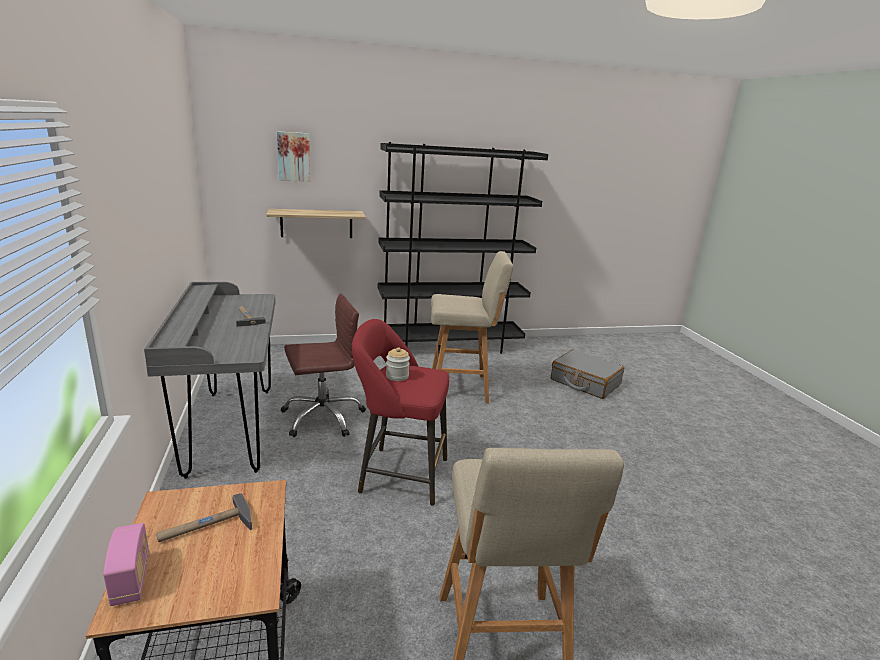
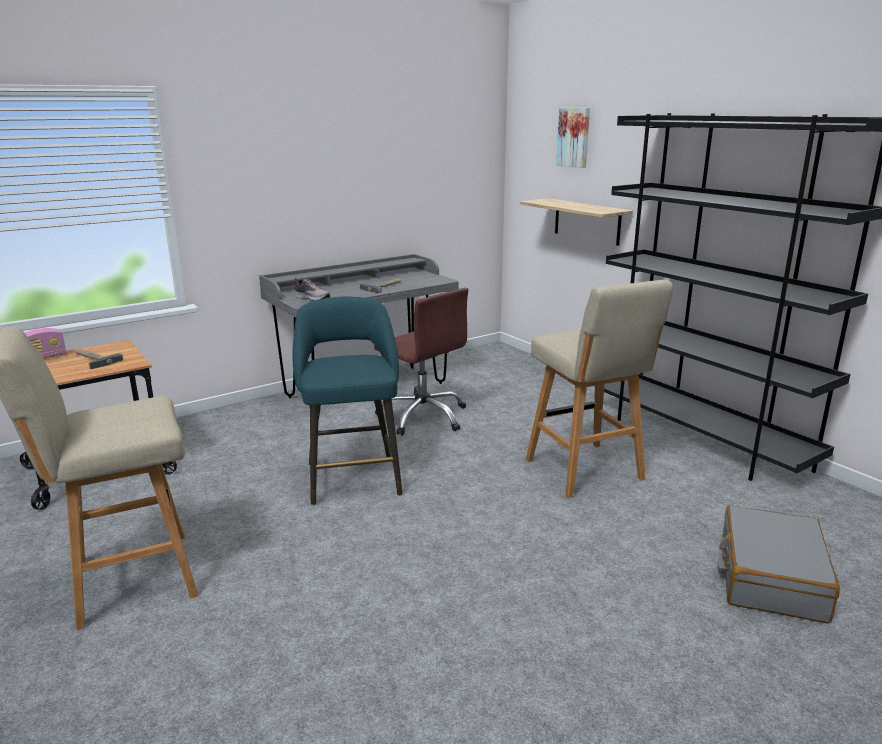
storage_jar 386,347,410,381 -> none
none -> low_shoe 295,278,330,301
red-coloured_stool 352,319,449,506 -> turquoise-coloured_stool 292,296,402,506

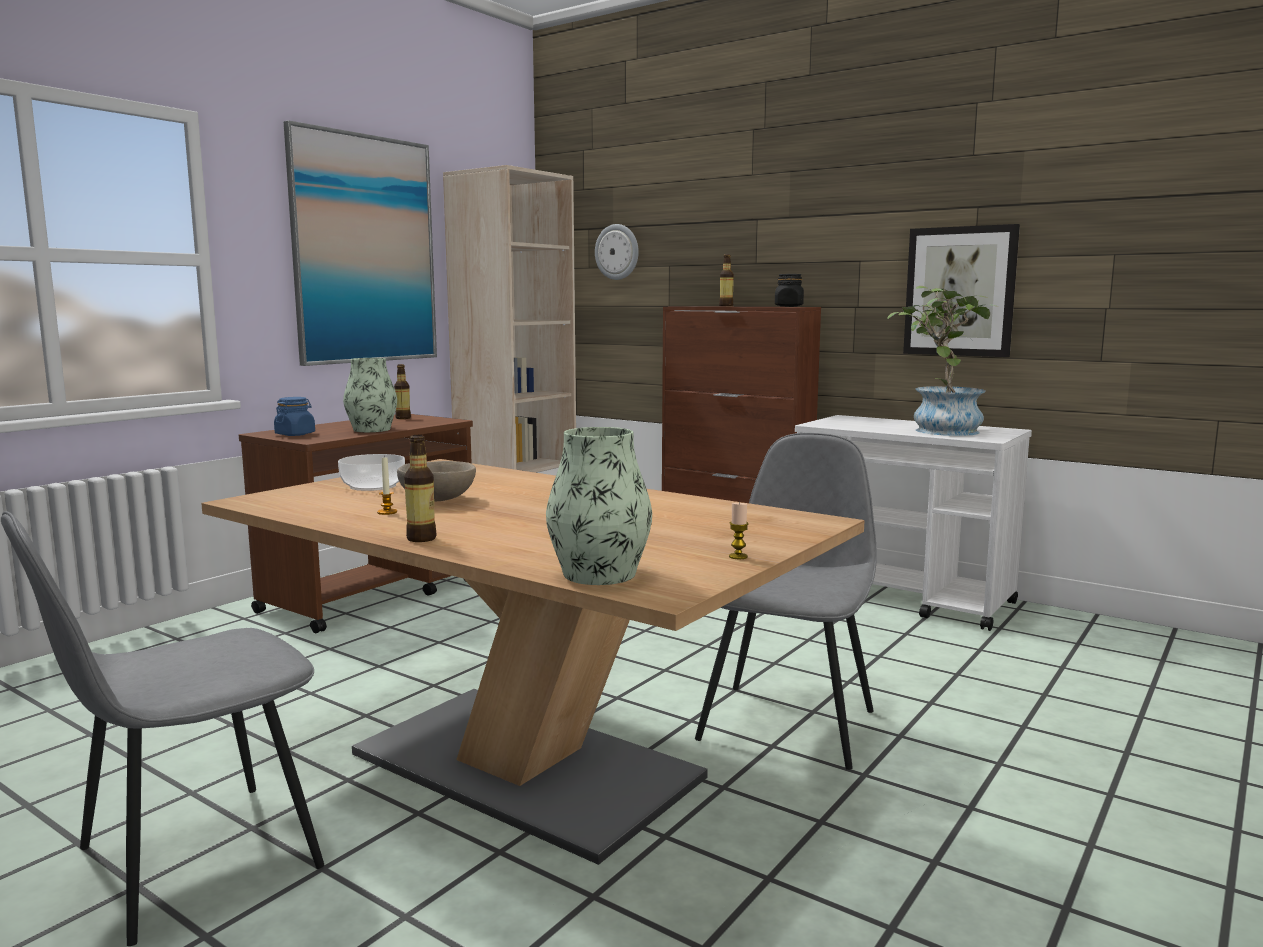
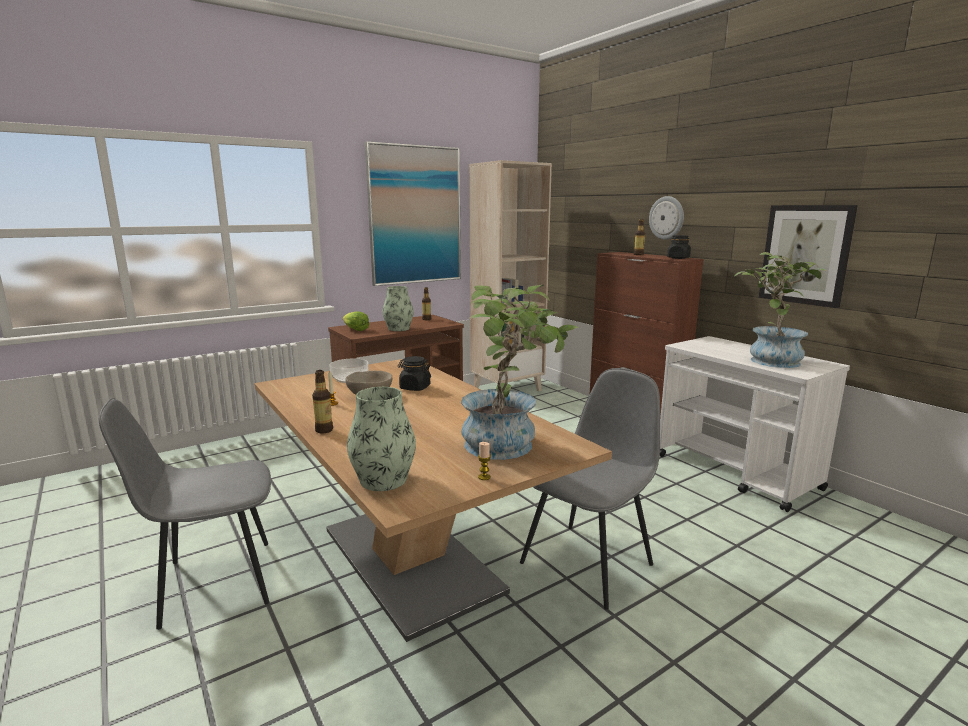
none -> black_storage_jar 398,356,431,391
none -> houseplant 461,285,580,460
wall_clock 595,224,639,280 -> wall_clock 649,196,684,240, moved
blue-coloured_storage_jar 274,397,315,436 -> head_of_lettuce 343,312,369,331

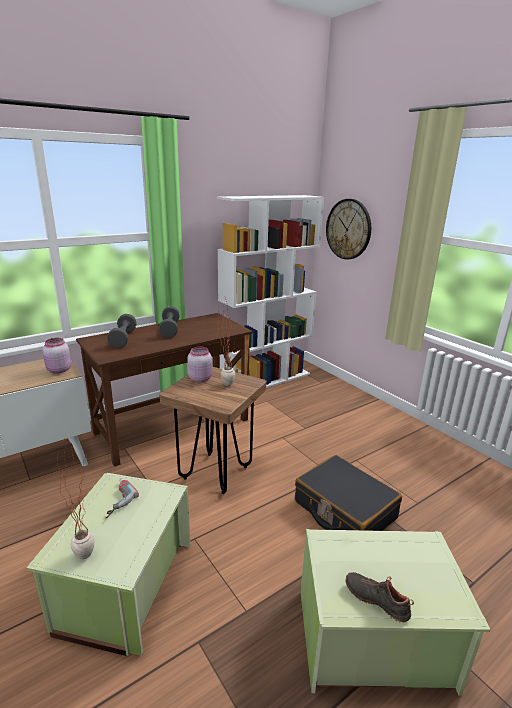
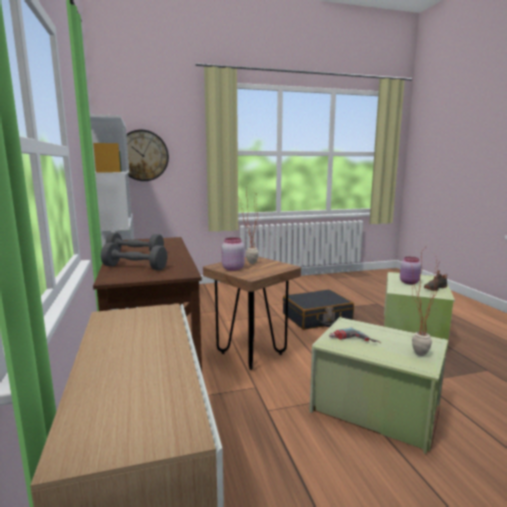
pink_storage_jar 43,338,71,374 -> pink_storage_jar 400,257,421,284, moved

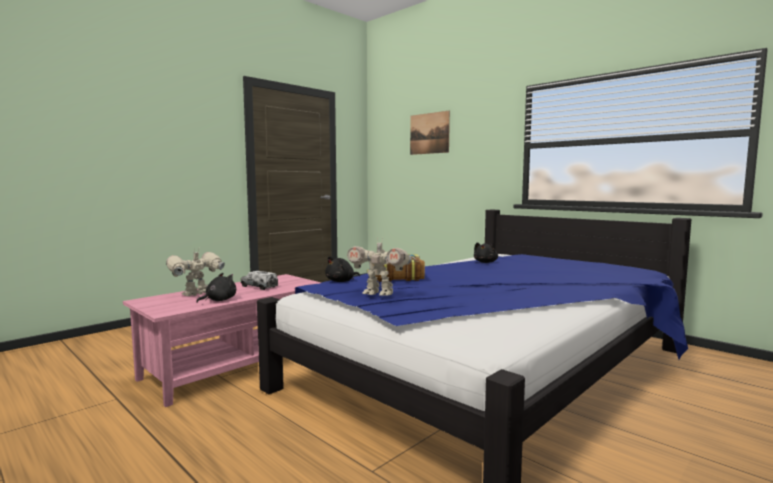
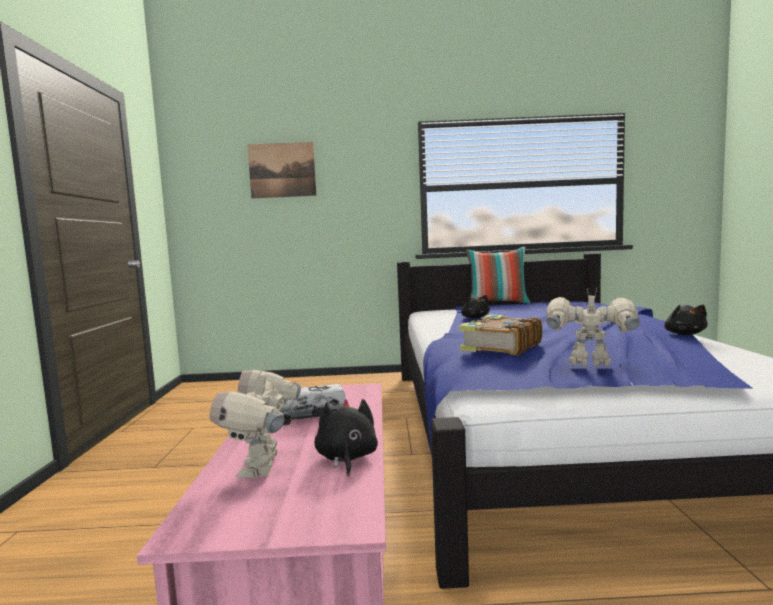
none -> pillow 466,247,530,303
black_plush_toy 325,256,360,282 -> black_plush_toy 664,304,708,335, moved
model_robot 347,239,412,296 -> model_robot 546,288,640,367, 135 degrees counterclockwise

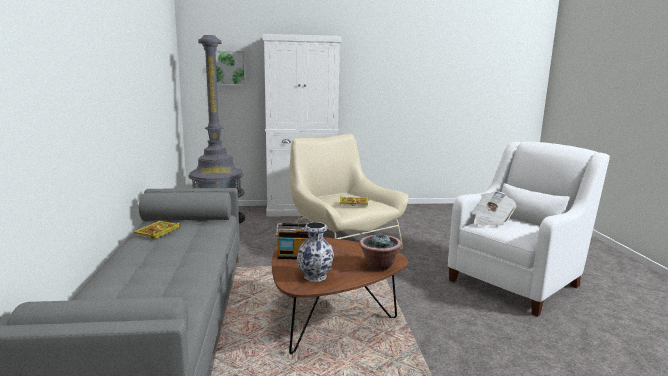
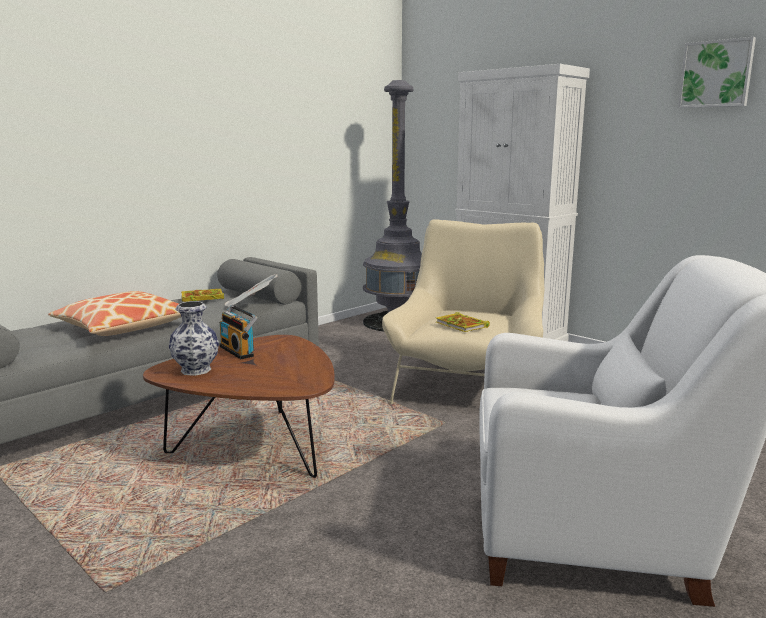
houseplant 359,234,402,271 -> none
none -> pillow 48,291,181,336
wall_picture 215,50,246,86 -> wall_picture 678,37,756,108, moved
daily_paper 471,191,517,226 -> daily_paper 225,274,278,307, moved

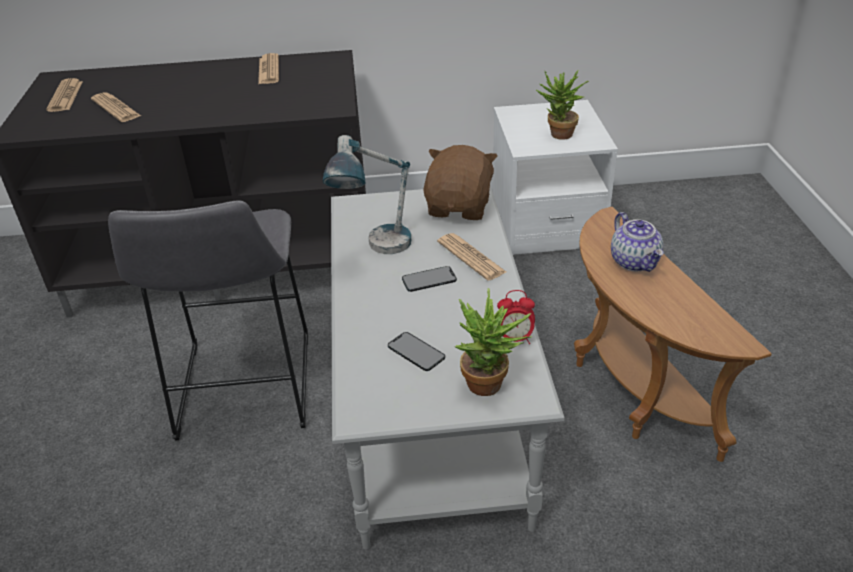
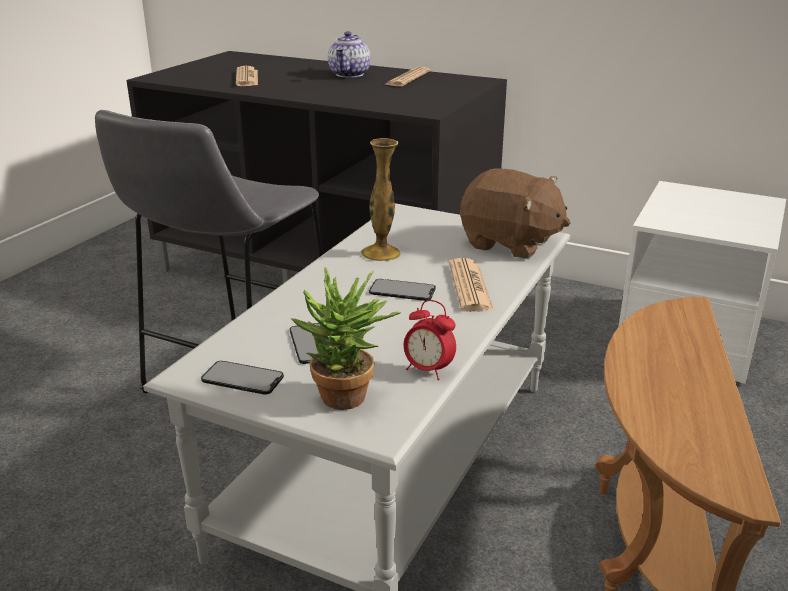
daily_paper 46,78,83,112 -> none
houseplant 536,71,589,140 -> none
none -> telephone 201,361,284,395
teapot 611,212,664,272 -> teapot 328,31,370,77, moved
lamp_for_a_table 323,135,411,254 -> vase 361,138,401,261
brownish_plush_toy 423,145,497,220 -> brownish_plush_toy 460,169,570,259, 75 degrees clockwise

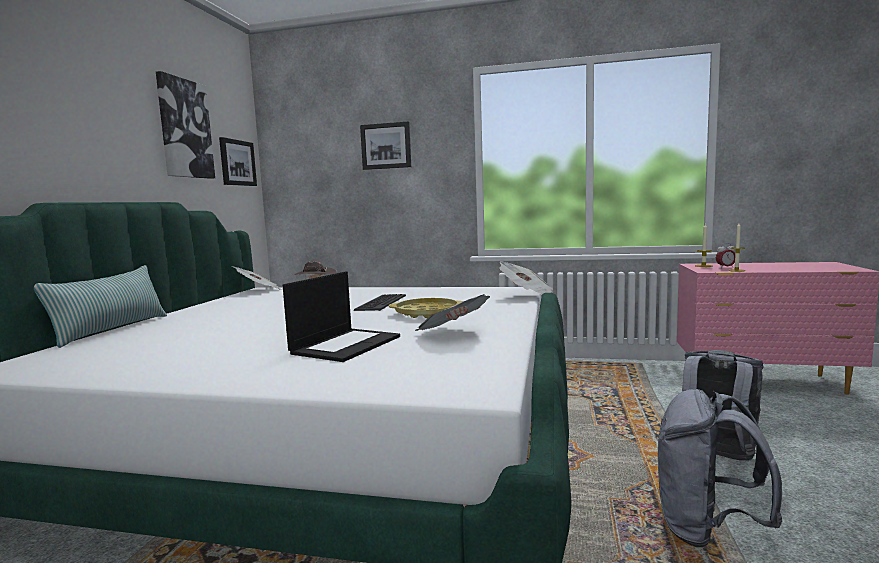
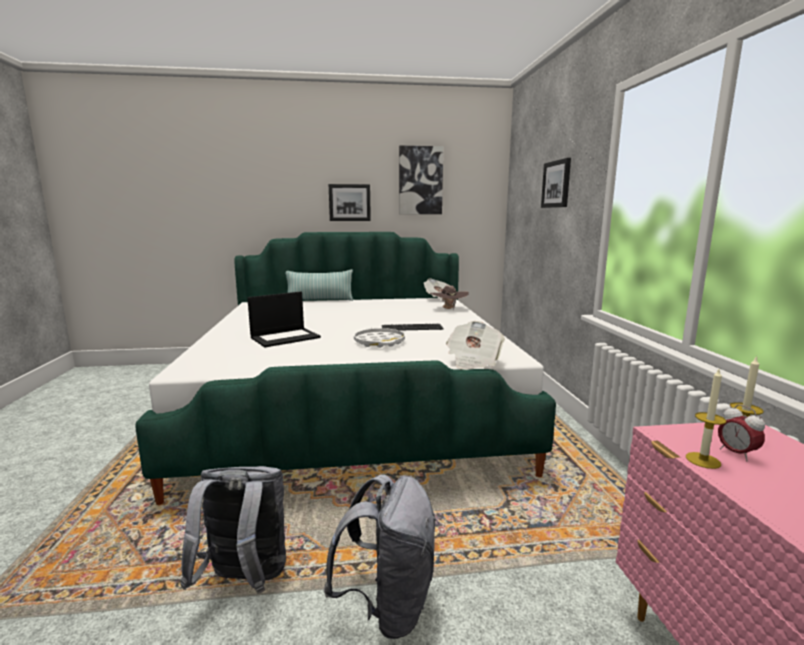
daily_paper 415,294,490,331 -> none
wall_picture 219,137,257,186 -> wall_picture 329,184,371,221, moved
yellow_tray 389,298,463,318 -> whitish_tray 354,327,405,348
notebook_computer 283,271,400,362 -> notebook_computer 247,292,321,347, 45 degrees counterclockwise

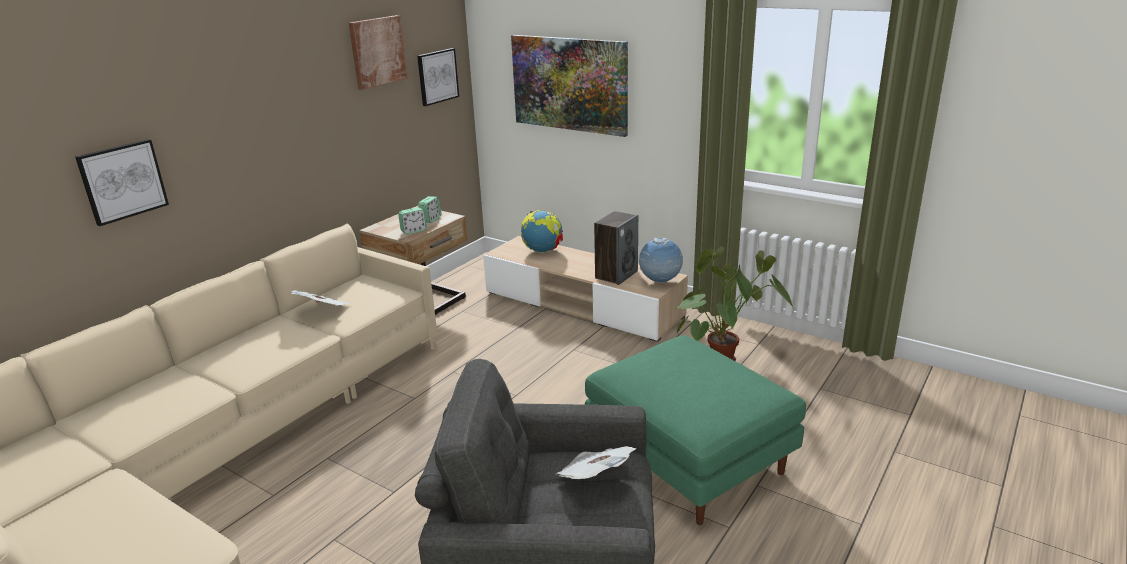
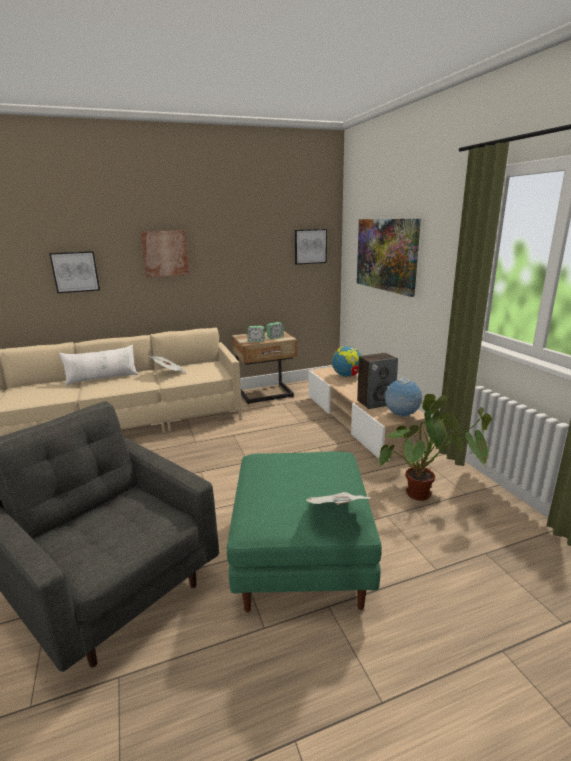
none -> whitish_pillow 59,345,138,386
wall_picture 349,15,408,90 -> wall_picture 140,230,190,277, moved
daily_paper 556,446,636,479 -> daily_paper 306,492,371,505, moved

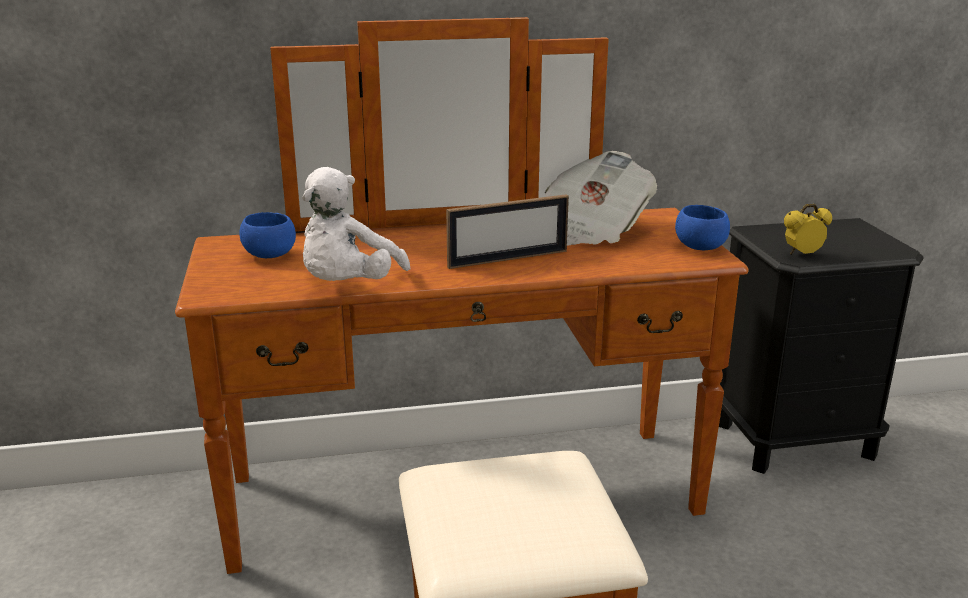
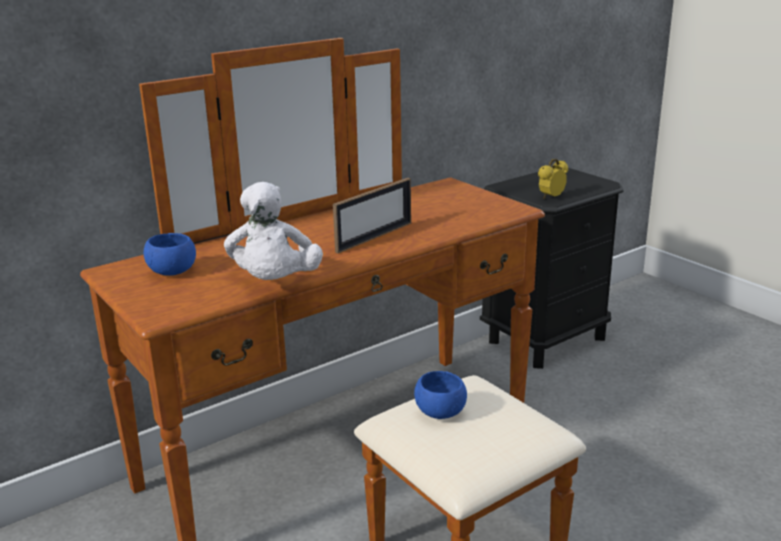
daily_paper 545,151,657,245 -> none
blue-coloured_deep_dish 675,205,730,250 -> blue-coloured_deep_dish 414,371,467,419, moved

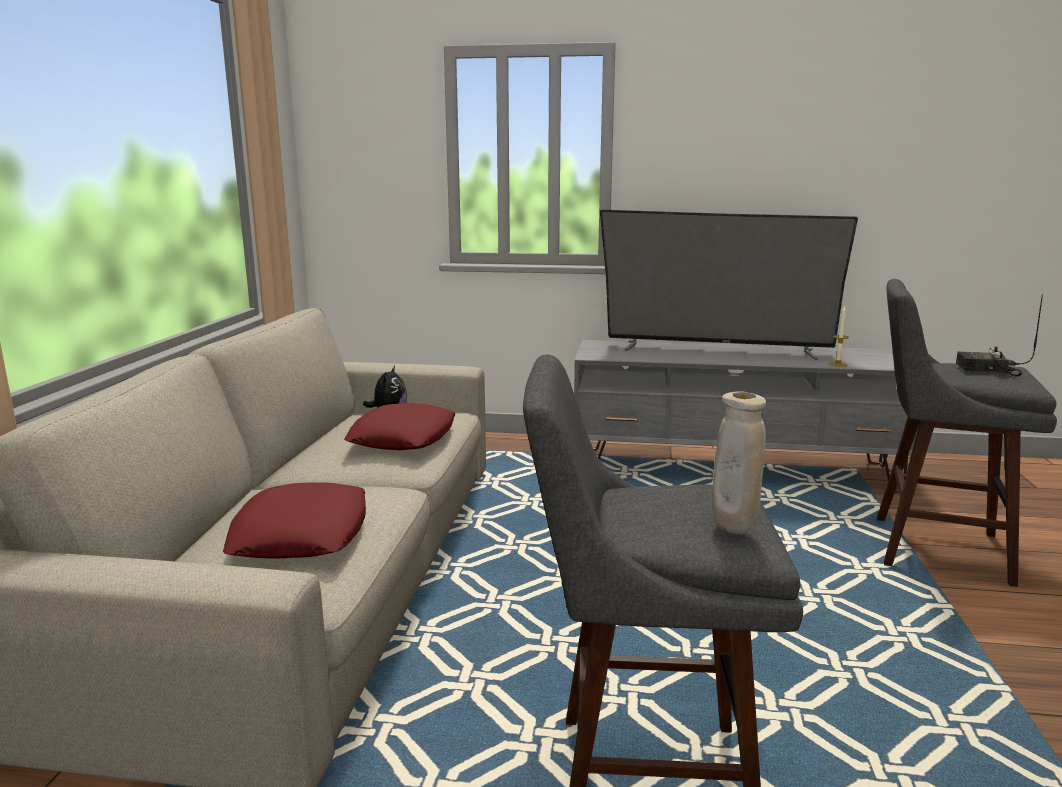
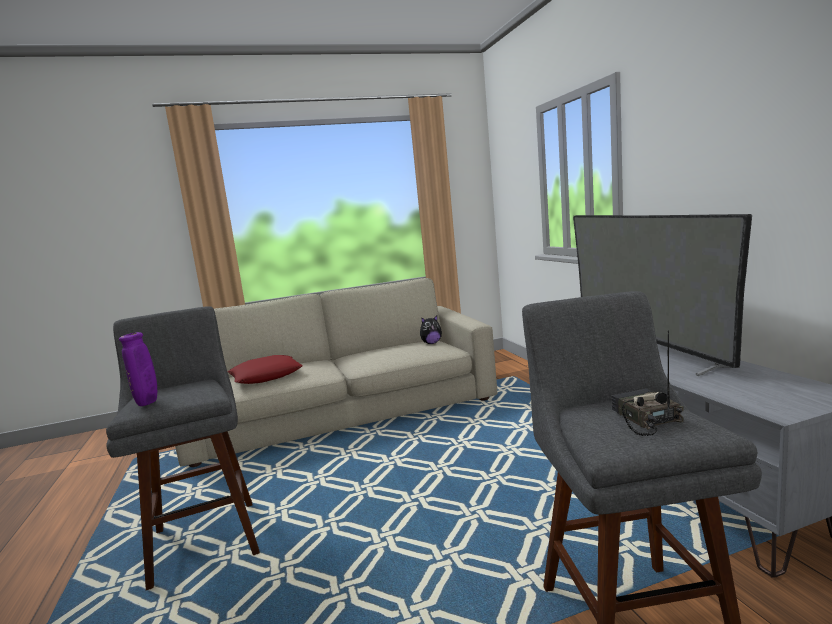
red-coloured_pillow 344,403,455,450 -> none
wax_light 828,306,850,367 -> none
beige_vase 712,391,766,534 -> purplish_vase 119,332,157,406

